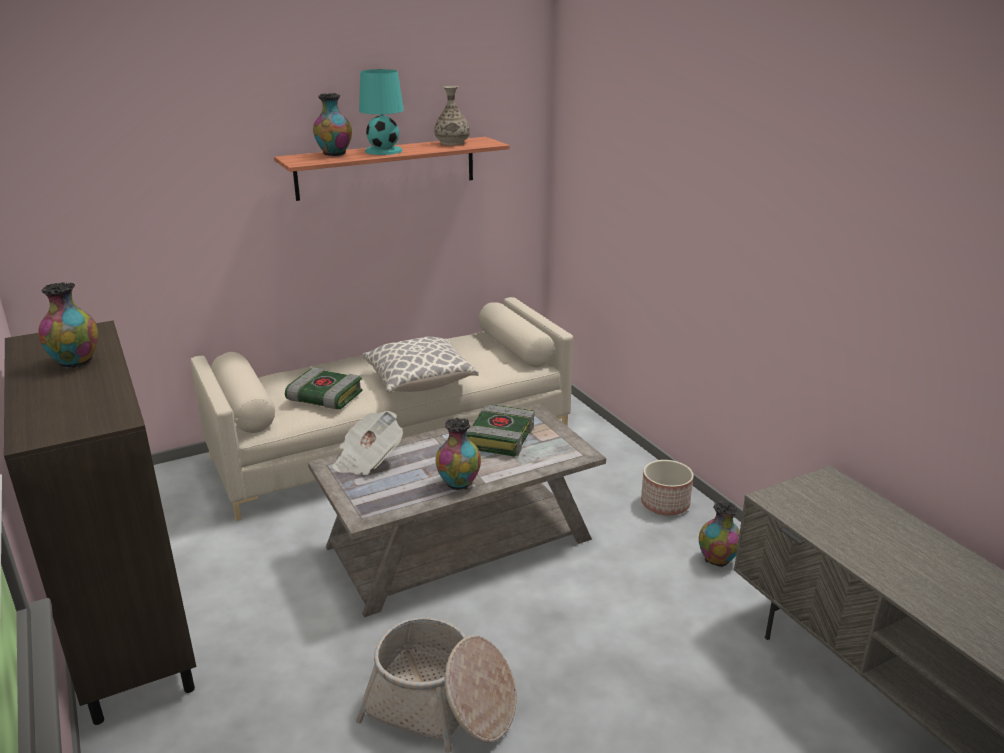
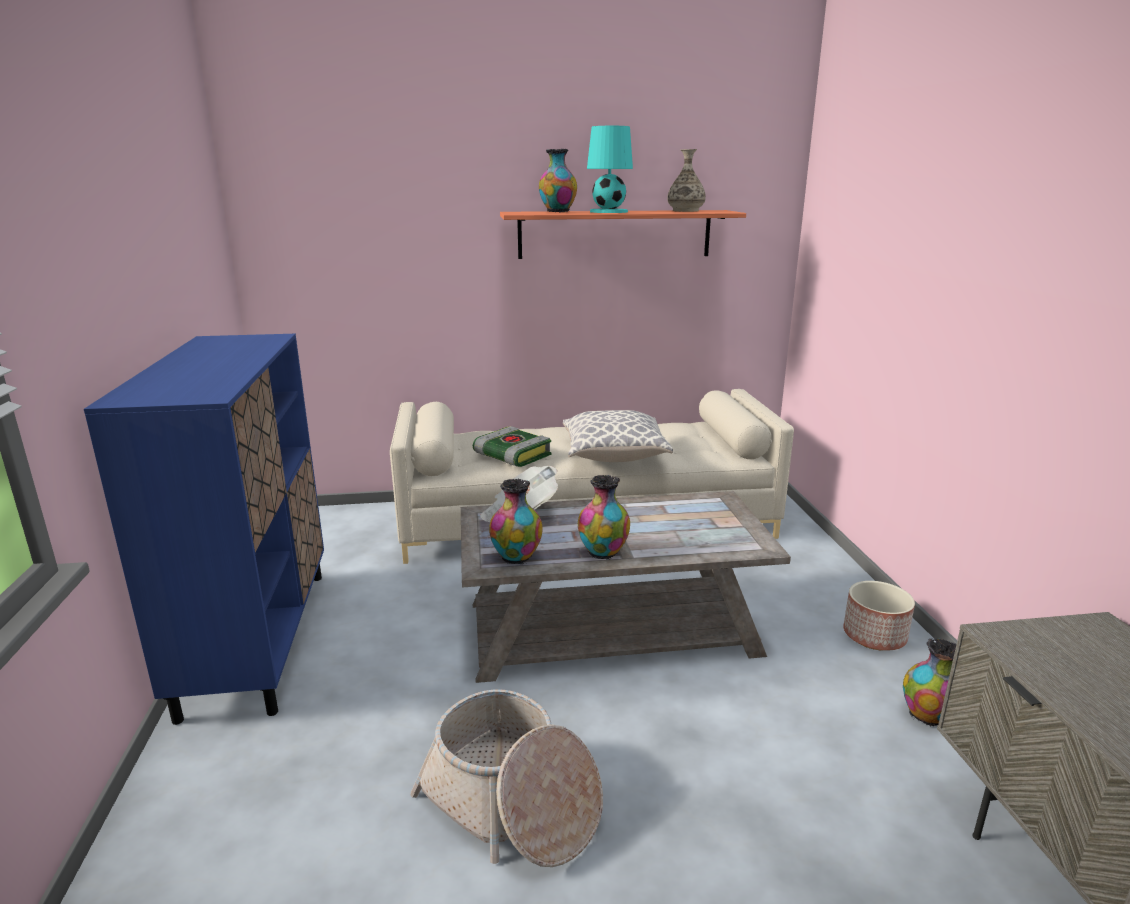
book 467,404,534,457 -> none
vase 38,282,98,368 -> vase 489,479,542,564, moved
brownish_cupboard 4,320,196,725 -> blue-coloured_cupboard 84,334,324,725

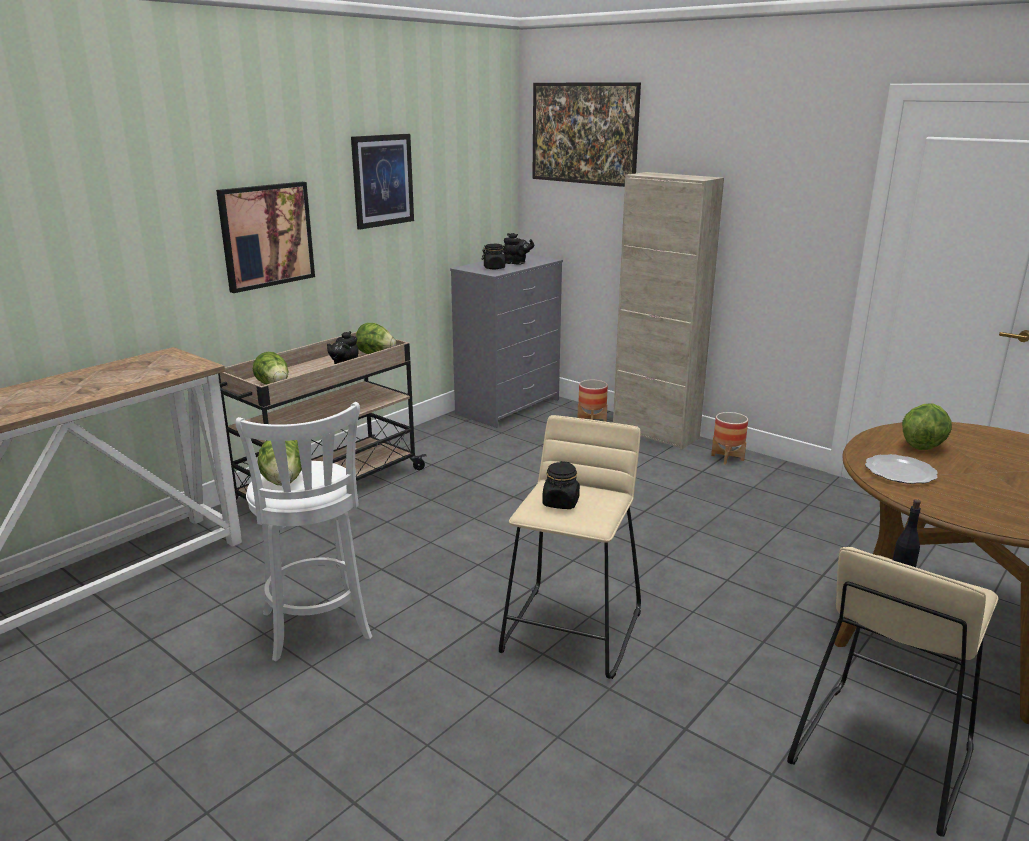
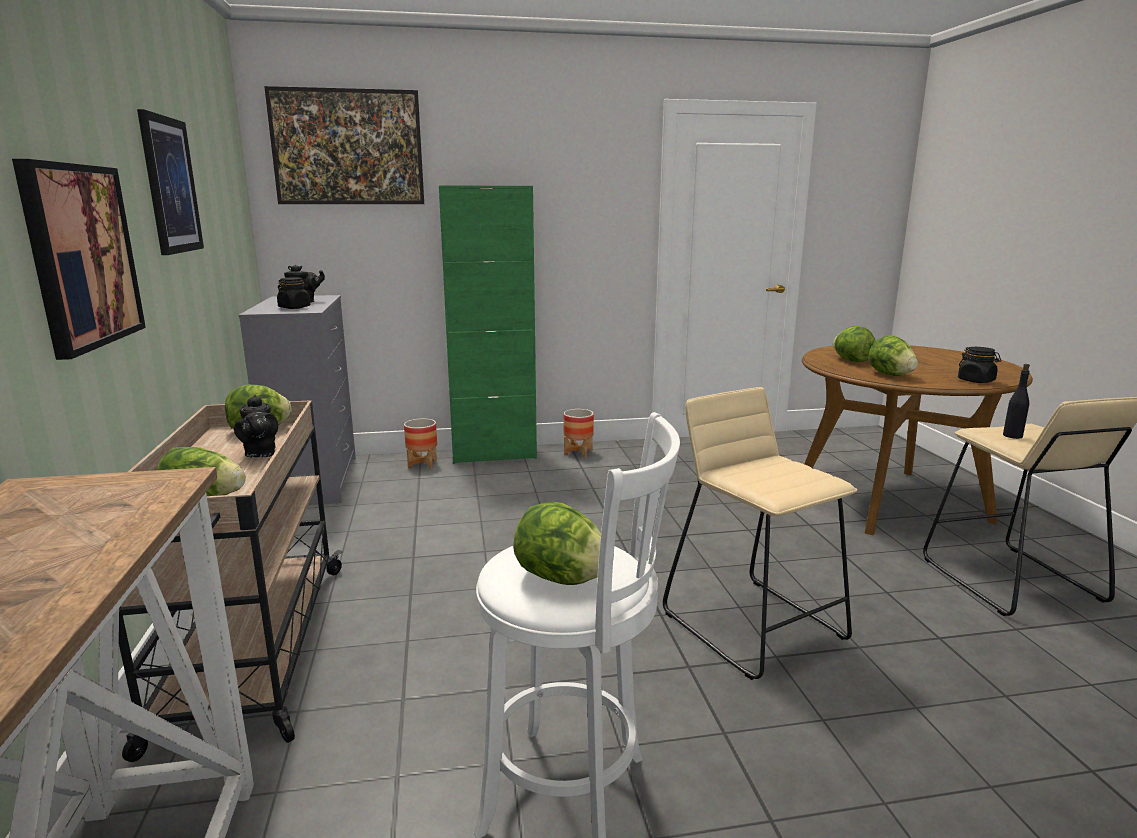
black_storage_jar 542,461,580,509 -> black_storage_jar 958,347,1001,383, moved
flat_dish 865,454,938,484 -> head_of_lettuce 869,335,918,376
beige_cupboard 613,172,724,449 -> green_cupboard 439,185,537,464

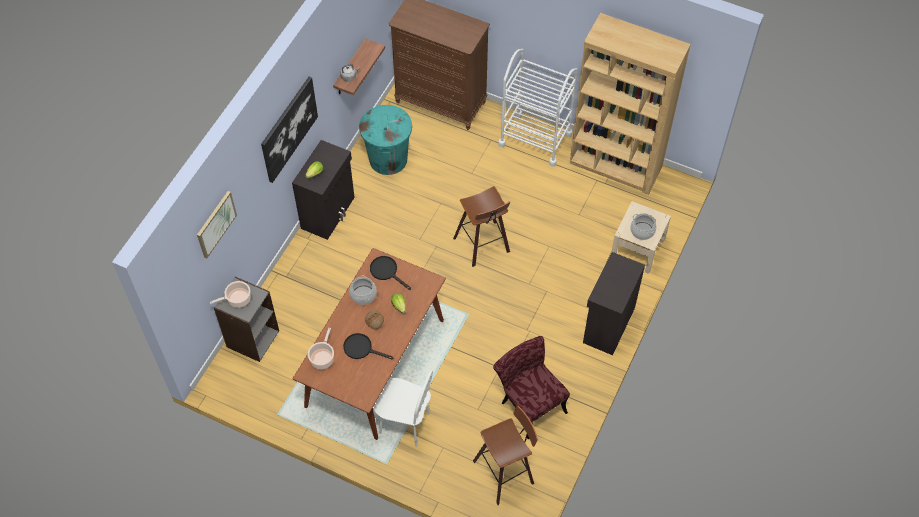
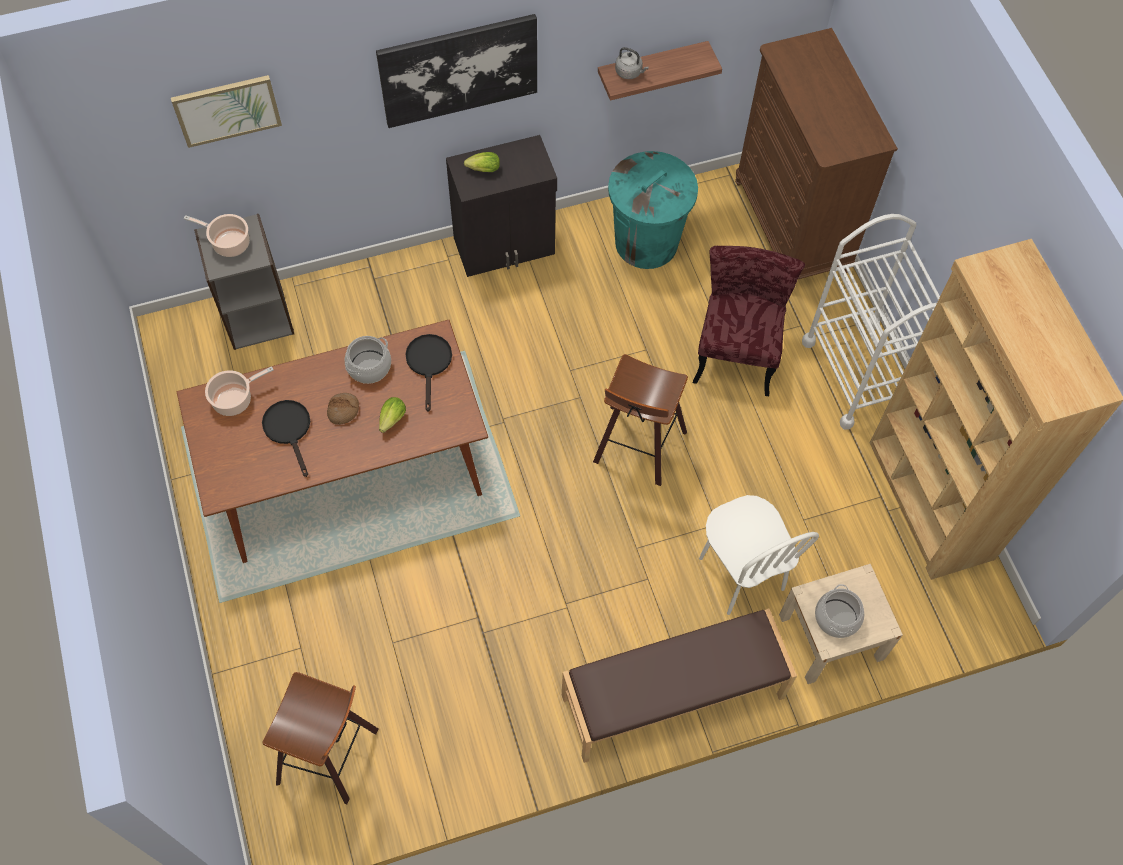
whitish_plain_chair 373,370,433,447 -> whitish_plain_chair 699,495,819,615, moved
red-coloured_plain_chair 493,336,570,439 -> red-coloured_plain_chair 693,246,805,396, moved
black_cupboard 583,252,645,355 -> brownish_indoor_bench 562,608,797,763

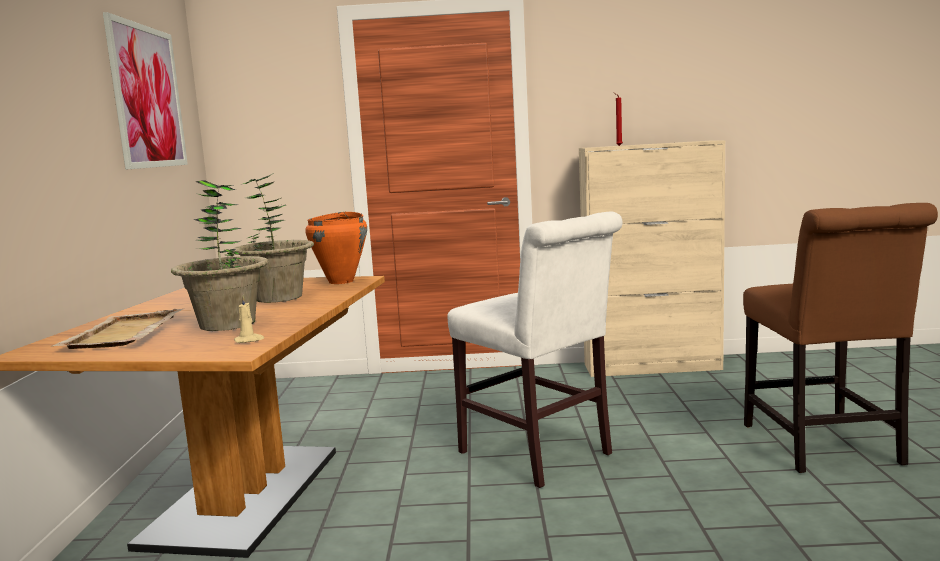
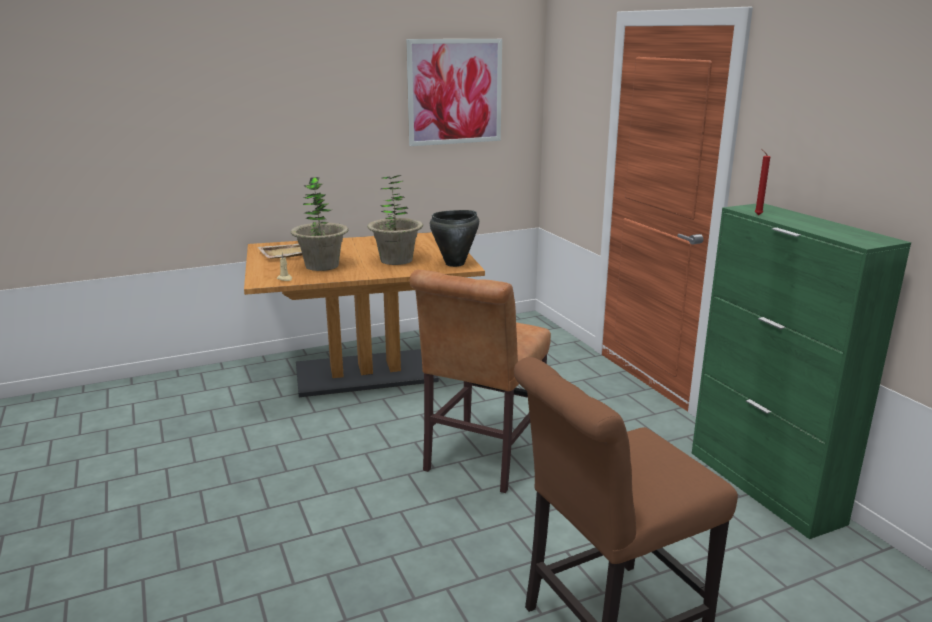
orangey_cooking_pot 305,212,367,284 -> black_cooking_pot 430,210,479,267
whitish_plain_chair 447,212,622,488 -> brownish_plain_chair 410,270,551,493
beige_cupboard 579,140,725,377 -> green_cupboard 692,203,911,539

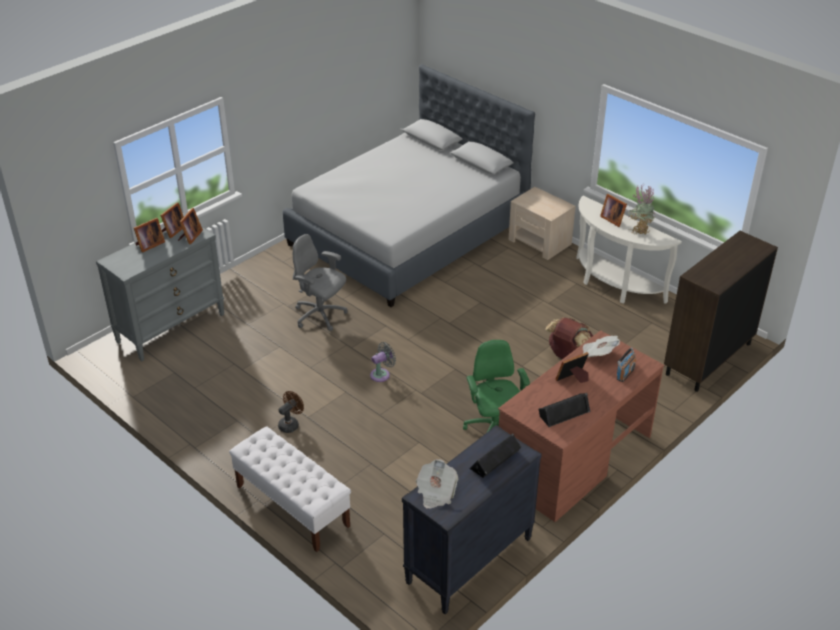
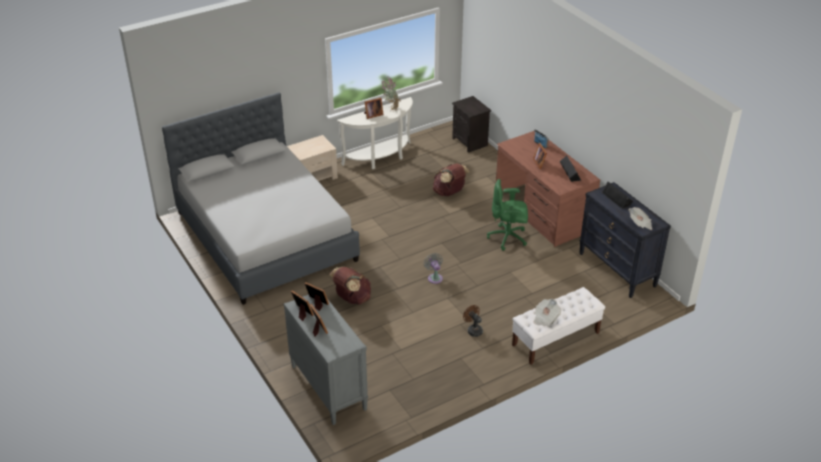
daily_paper 583,336,620,357 -> daily_paper 533,299,561,327, moved
greyish_desk_chair 293,234,347,331 -> brownish_knapsack 329,267,371,304
brownish_cupboard 664,231,778,392 -> black_nightstand 452,96,491,153

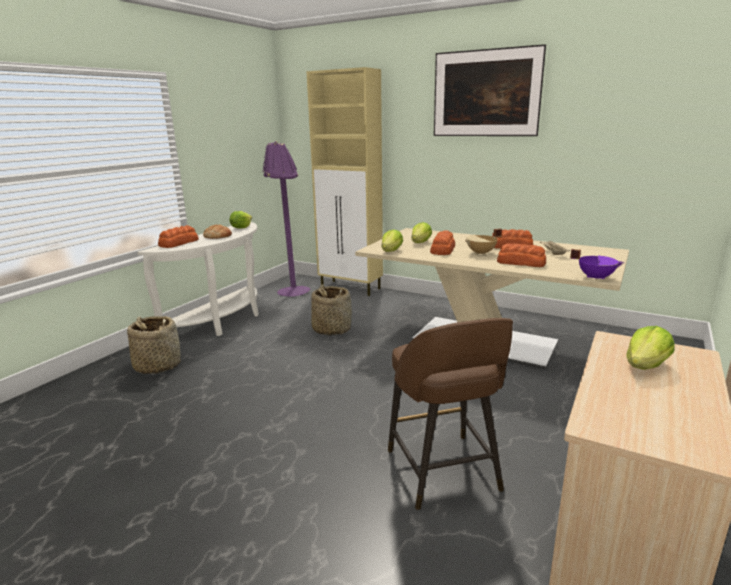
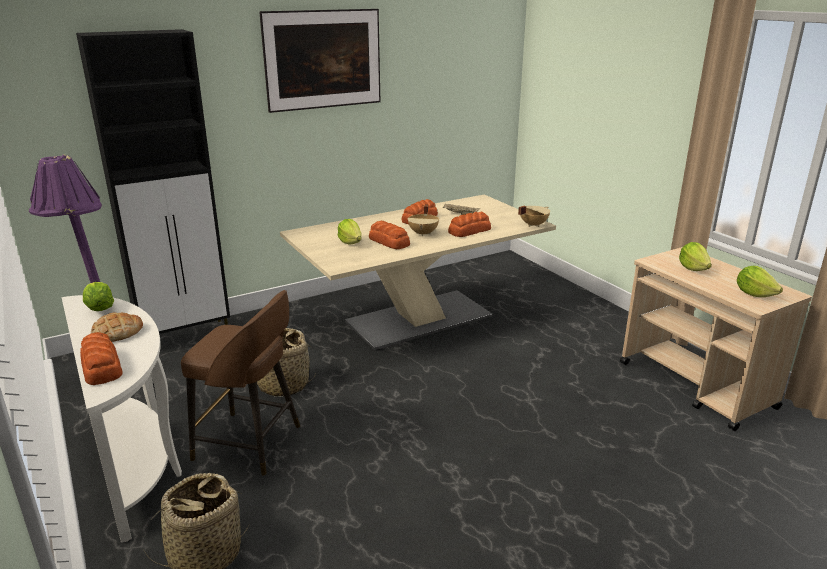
head_of_lettuce 382,229,403,252 -> head_of_lettuce 737,266,783,297, moved
brownish_stool 388,318,513,510 -> brownish_stool 181,290,300,476, moved
beige_cupboard 306,67,383,296 -> black_cupboard 76,29,230,334
purplish_cooking_pot 570,249,624,281 -> beige_cooking_pot 518,206,550,227

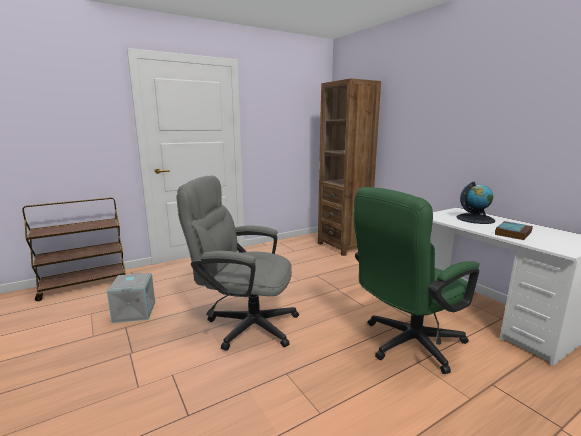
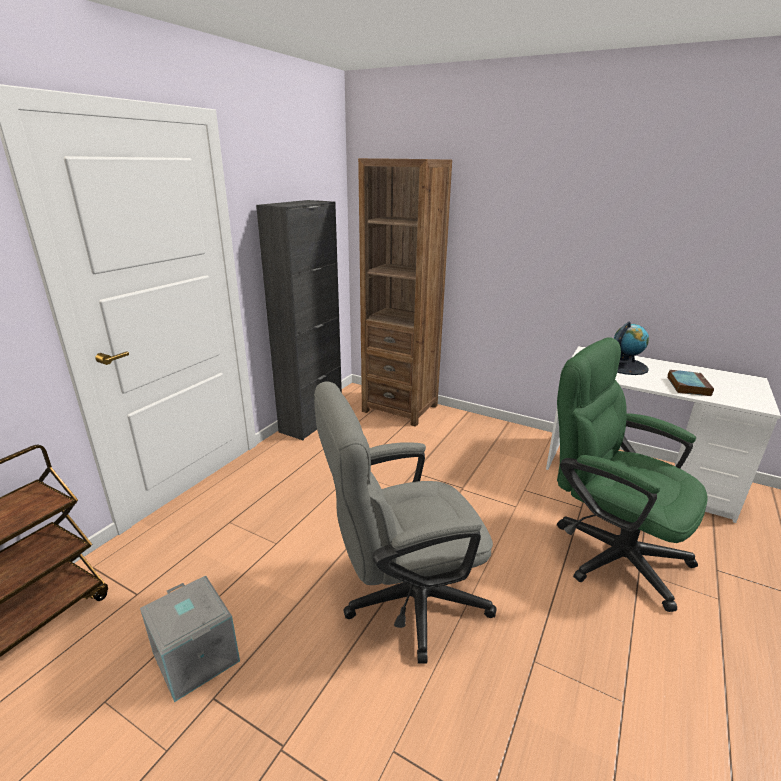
none -> black_cupboard 256,200,342,440
green_desk_chair 354,187,479,374 -> green_desk_chair 557,338,708,612, 105 degrees clockwise

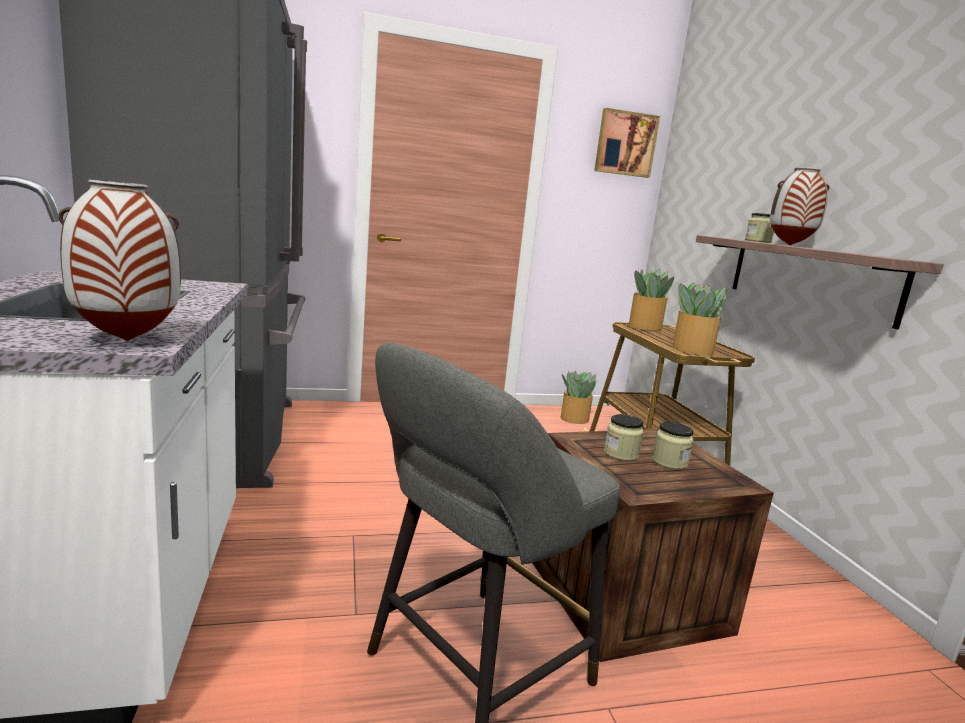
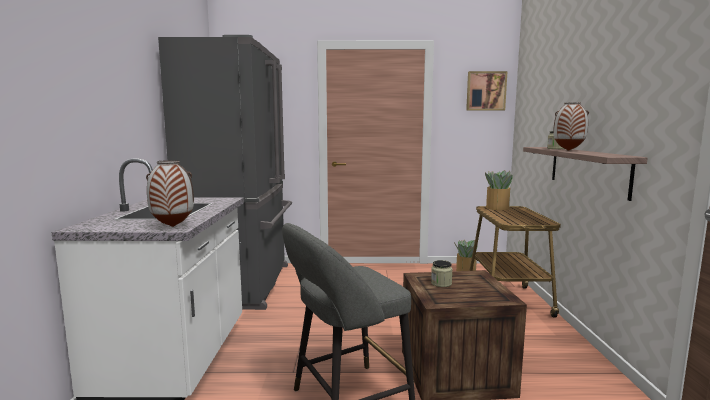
storage_jar 652,422,694,470 -> none
houseplant 672,282,728,355 -> none

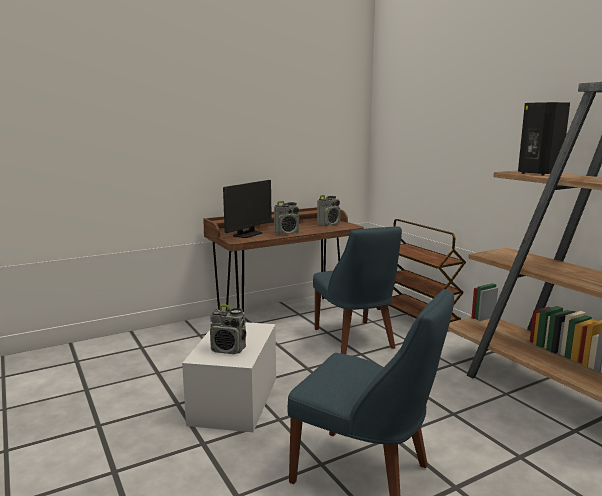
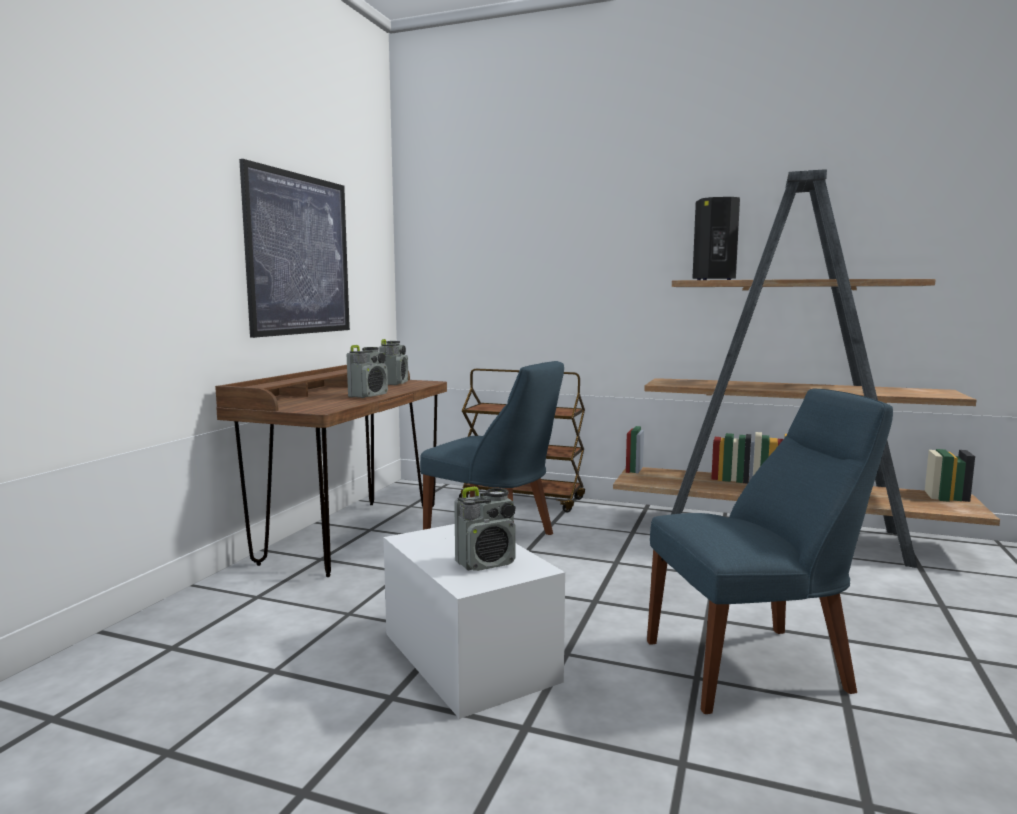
monitor 223,180,272,238 -> none
none -> wall_picture 239,159,350,338

